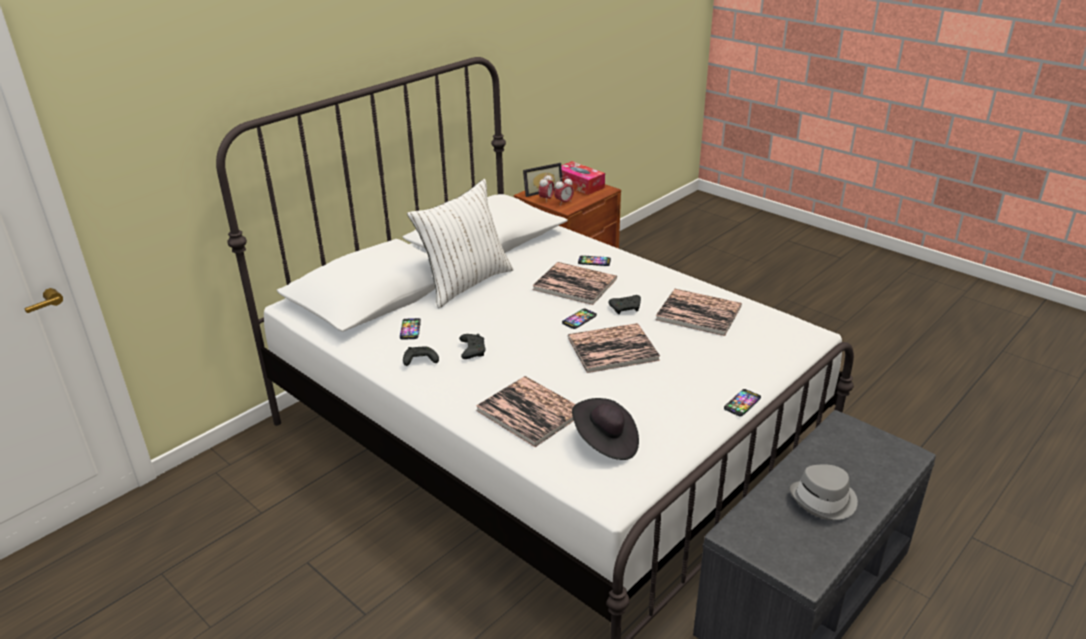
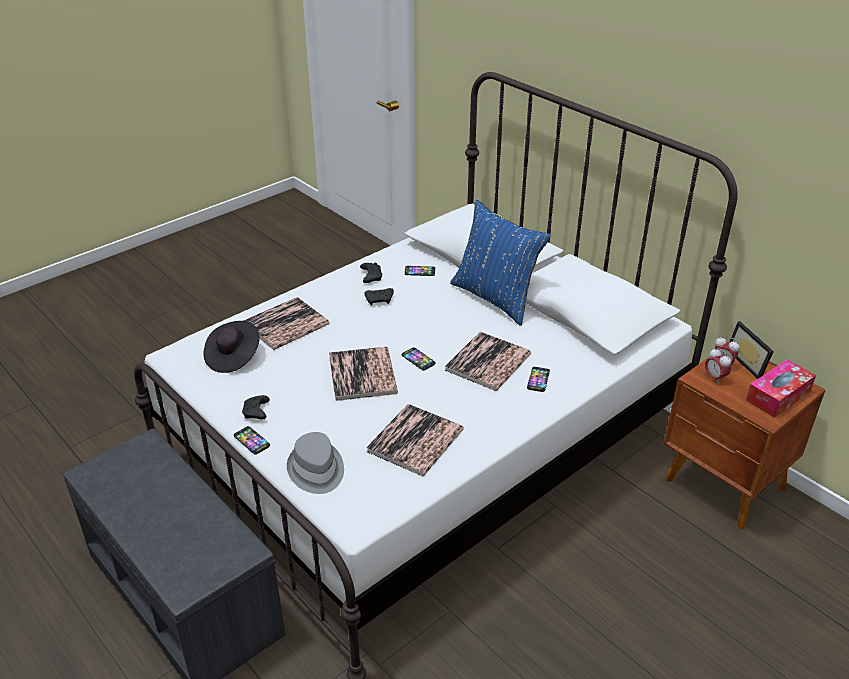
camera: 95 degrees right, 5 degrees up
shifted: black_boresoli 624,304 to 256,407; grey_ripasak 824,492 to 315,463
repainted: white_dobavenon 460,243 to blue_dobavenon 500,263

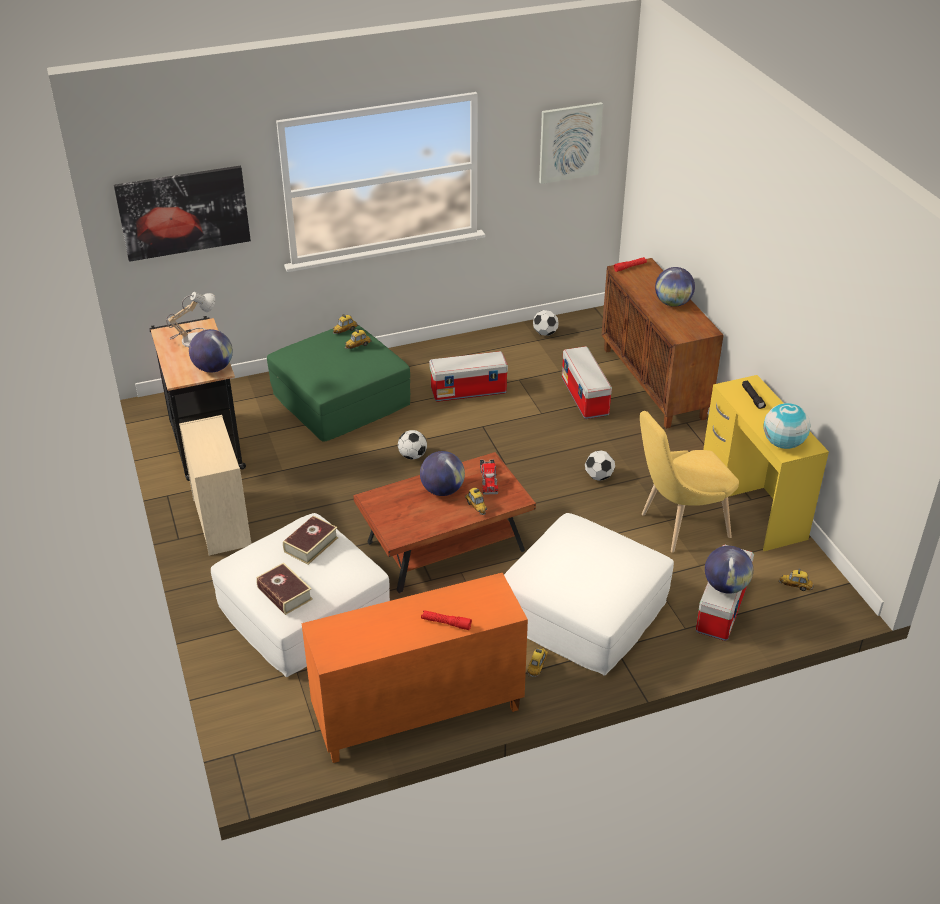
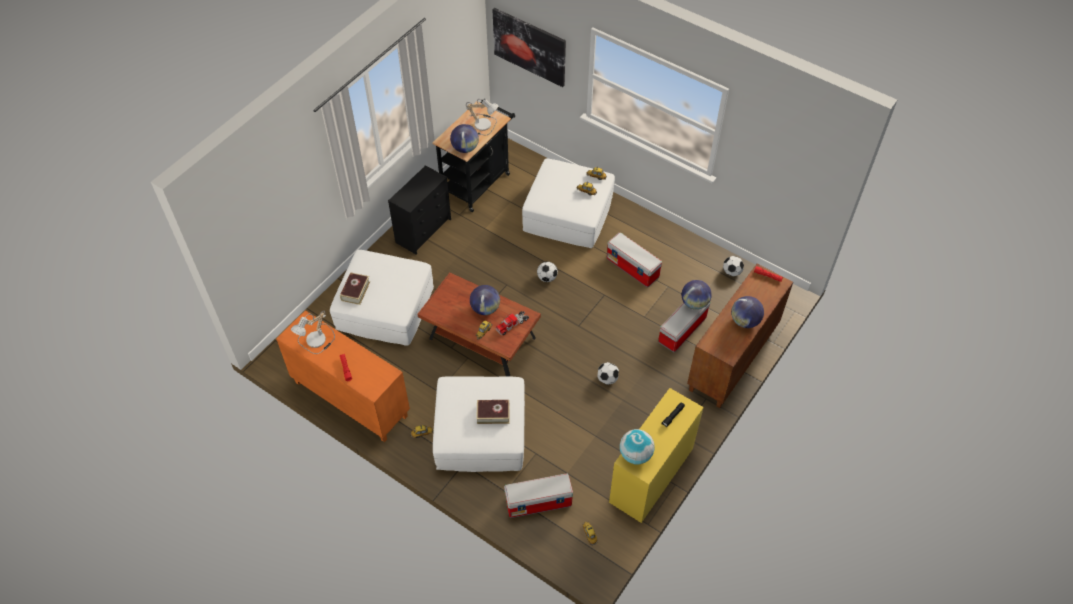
camera: 55 degrees right, 15 degrees up
gone: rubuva 571,143; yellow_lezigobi 689,482
new: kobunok 313,332
shifted: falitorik 310,540 to 492,412; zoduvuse 729,570 to 697,295
repainted: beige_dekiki 215,485 to black_dekiki 419,210; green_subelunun 338,383 to white_subelunun 568,203

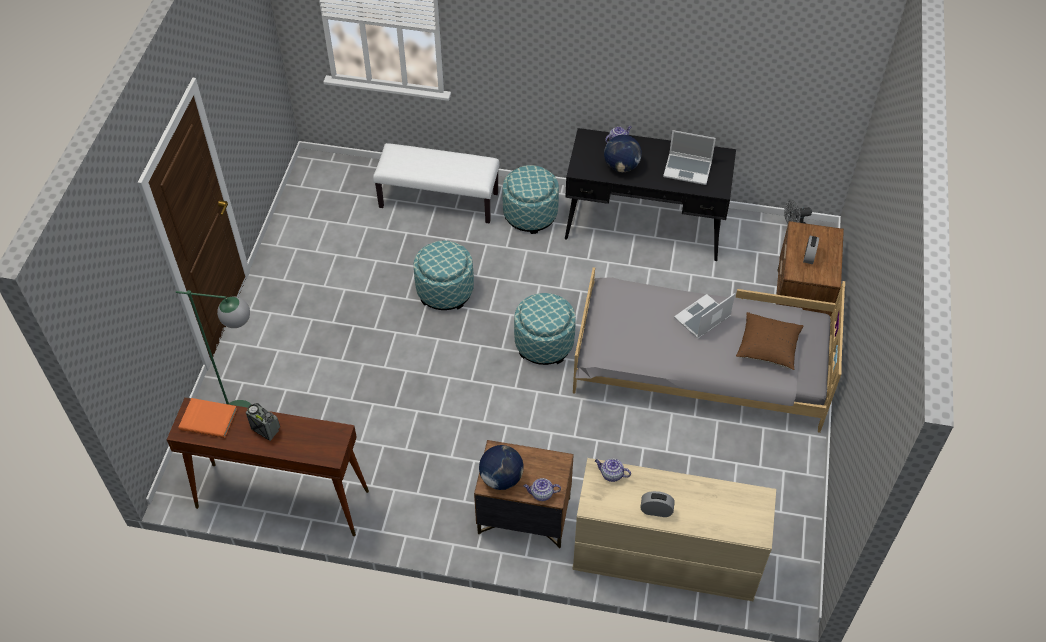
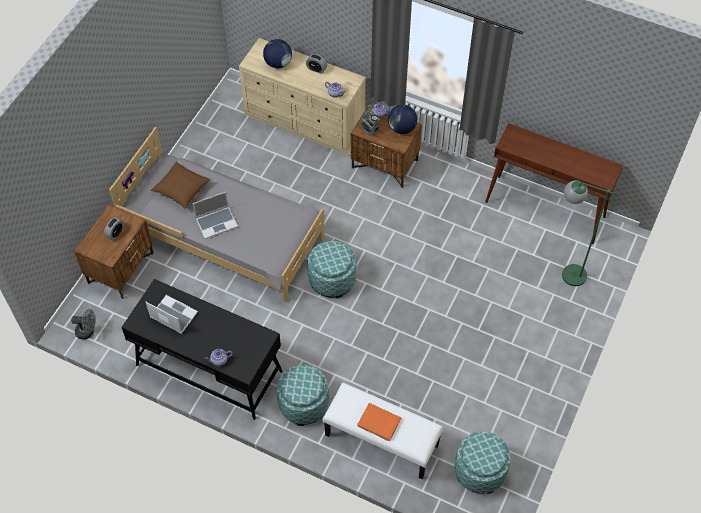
camera: 165 degrees left, 5 degrees up
shifted: orange_falitorik 207,418 to 379,422; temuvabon 263,422 to 370,122; subelunun 444,275 to 483,463; zoduvuse 623,153 to 277,53

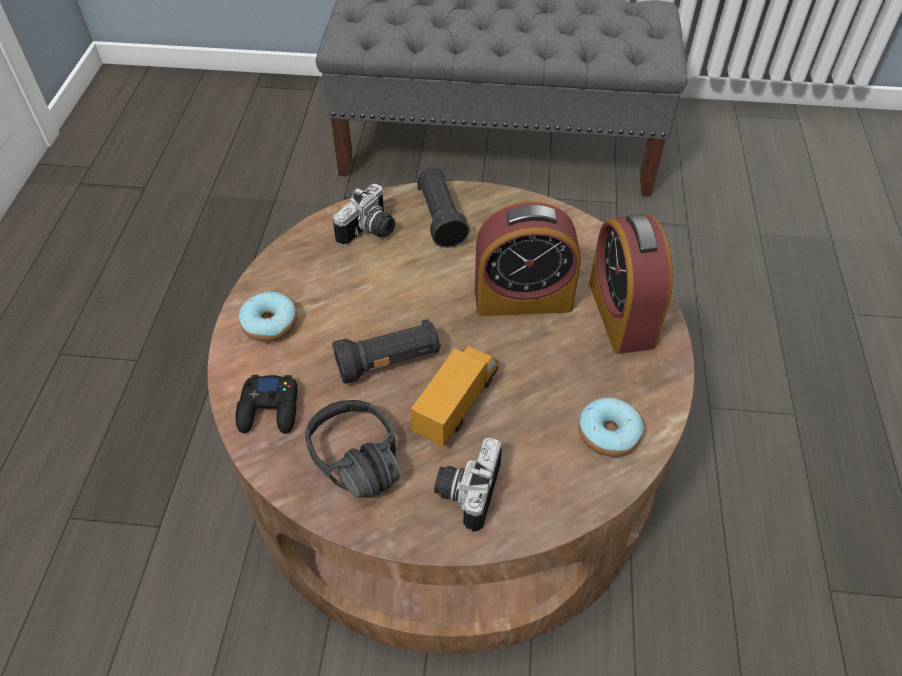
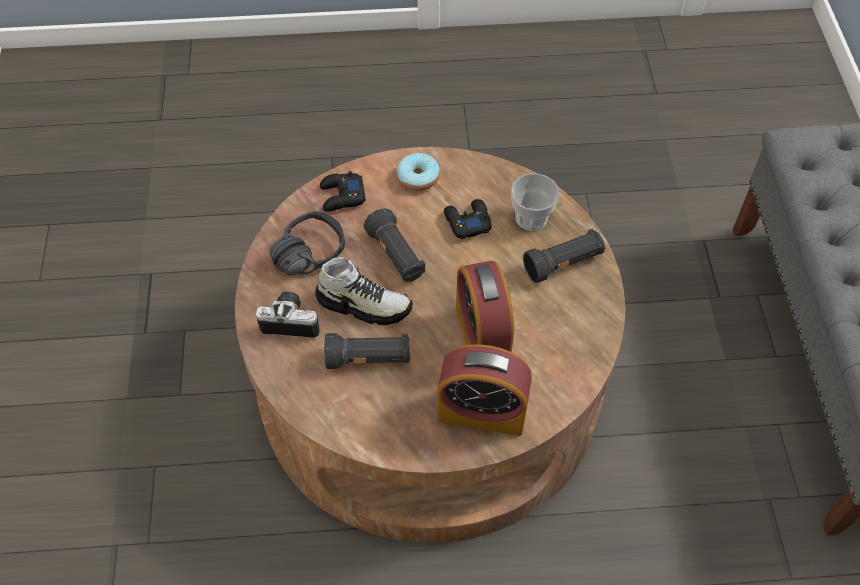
camera: 80 degrees right, 5 degrees up
gone: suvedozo 611,427
new: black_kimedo 367,351; black_boresoli 468,219
swapped: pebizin 364,215 to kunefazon 535,202; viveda 454,396 to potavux 364,291
rotated: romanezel 631,284 = 484,390 150 degrees counterclockwise

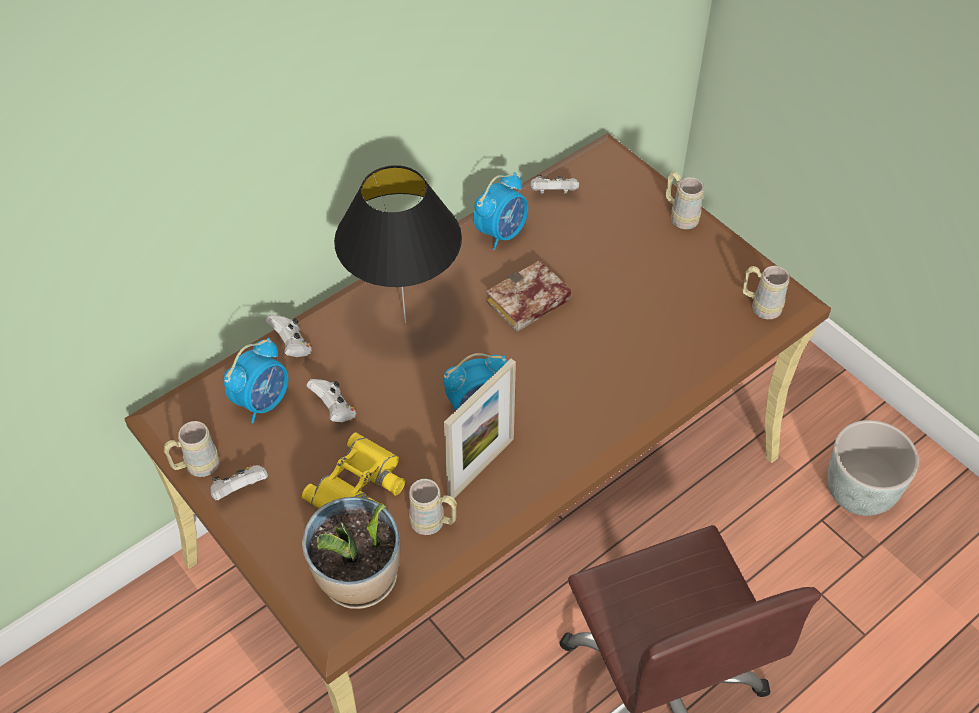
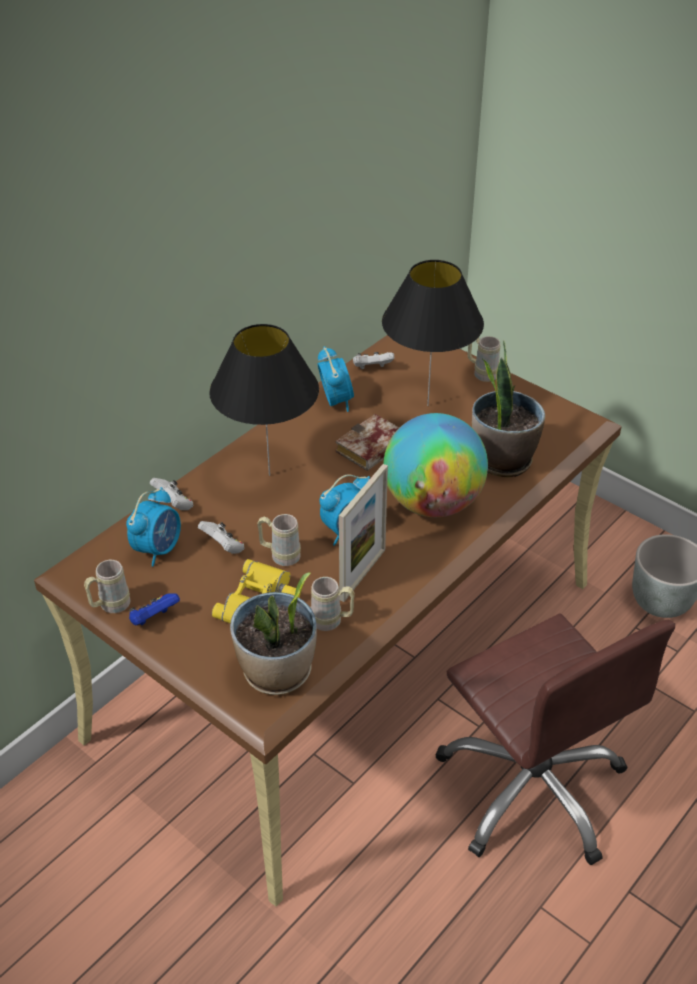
camera: 10 degrees left, 10 degrees down
new: black_kobunok 433,333; zoduvuse 435,465; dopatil 508,408
shifted: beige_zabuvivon 766,292 to 279,540
repainted: white_boresoli 239,483 to blue_boresoli 154,609
rotated: romanezel 501,211 = 335,379 45 degrees counterclockwise

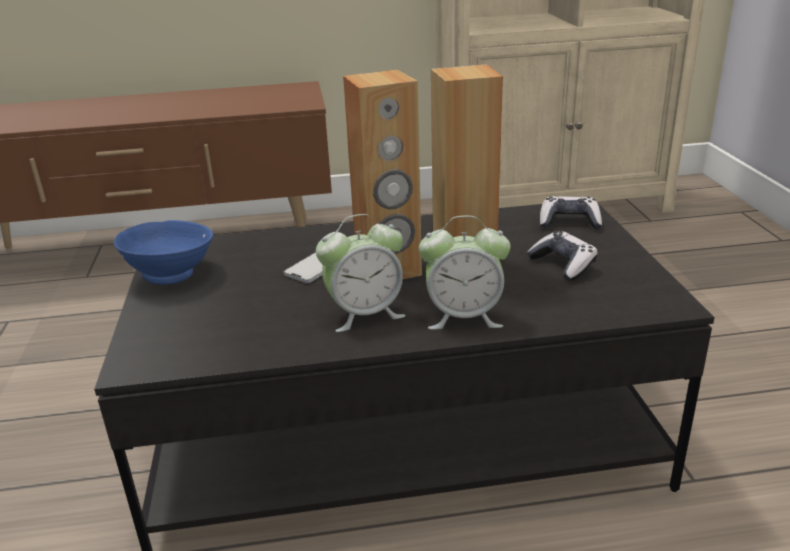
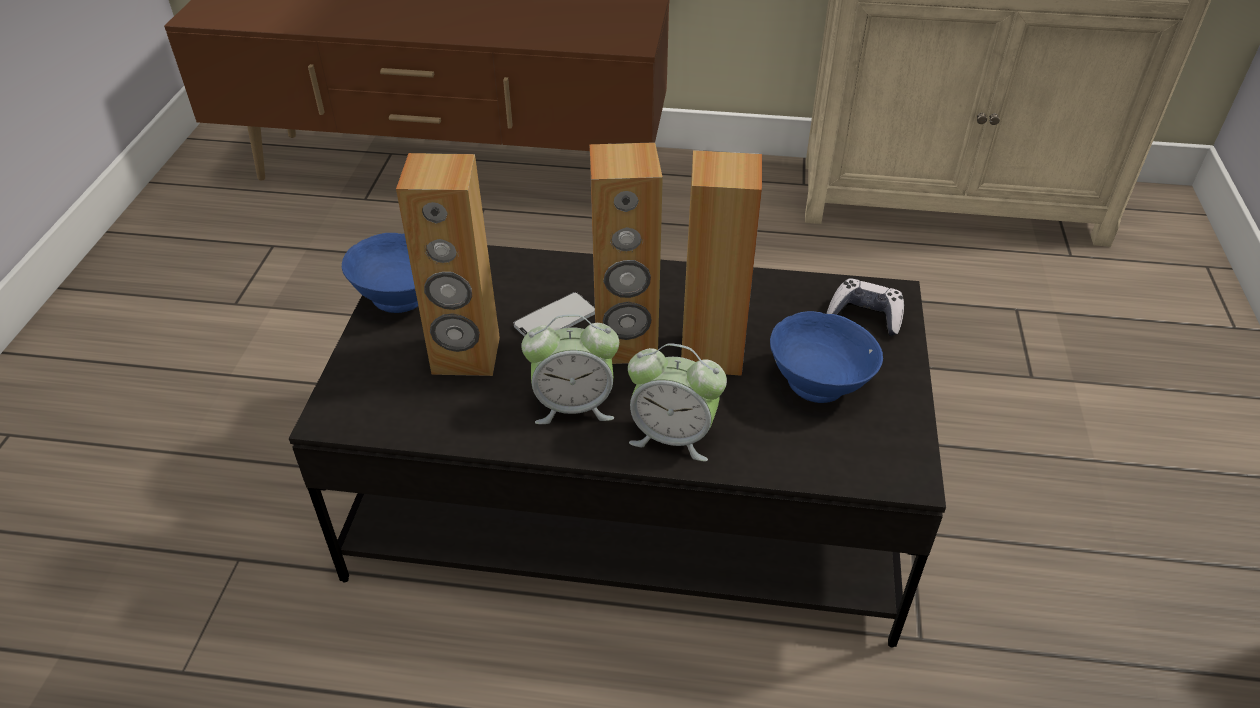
camera: 15 degrees right, 15 degrees up
new: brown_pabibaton 448,264
swapped: boresoli 562,255 to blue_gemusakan 826,357

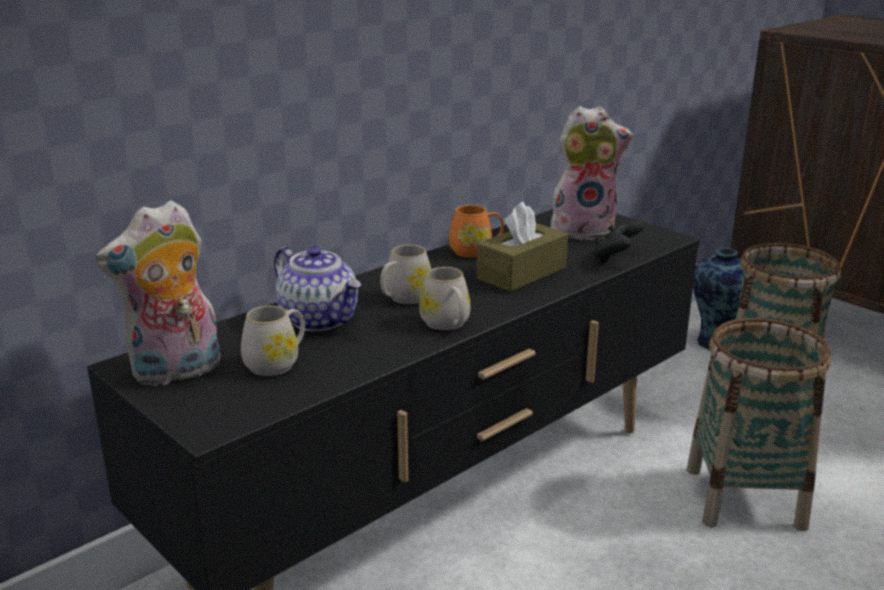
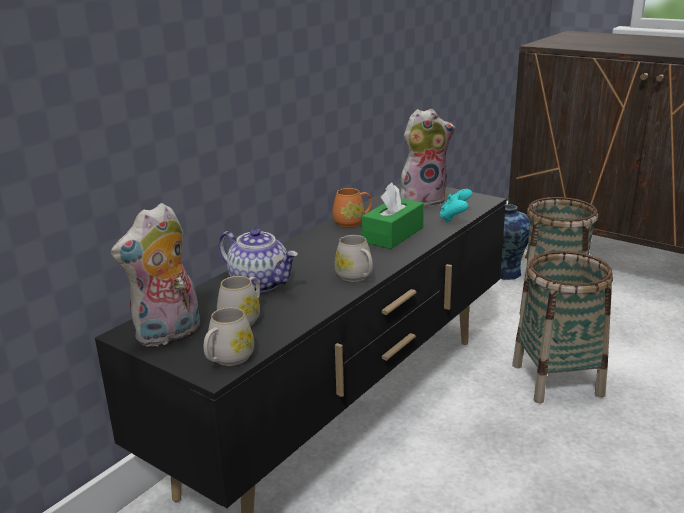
camera: 10 degrees left, 0 degrees up
shifted: white_zabuvivon 405,274 to 229,336
repainted: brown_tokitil 522,247 to green_tokitil 393,215; black_boresoli 618,241 to turquoise_boresoli 456,206

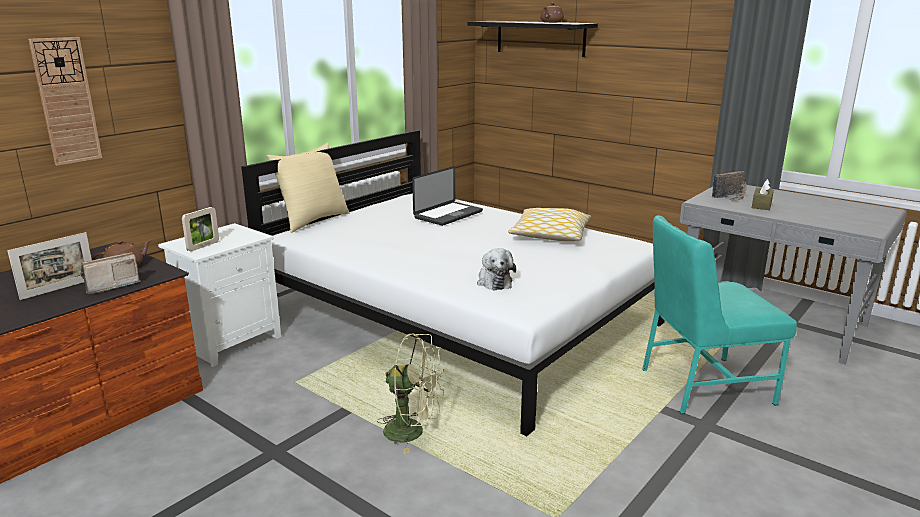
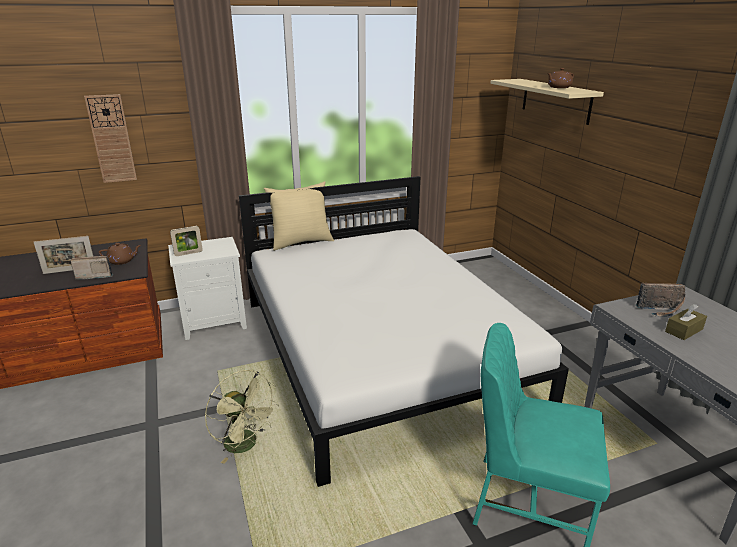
camera: 30 degrees right, 5 degrees up
gone: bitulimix 447,196; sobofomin 496,269; dobavenon 549,224
repainted: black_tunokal 532,39 to beige_tunokal 547,102

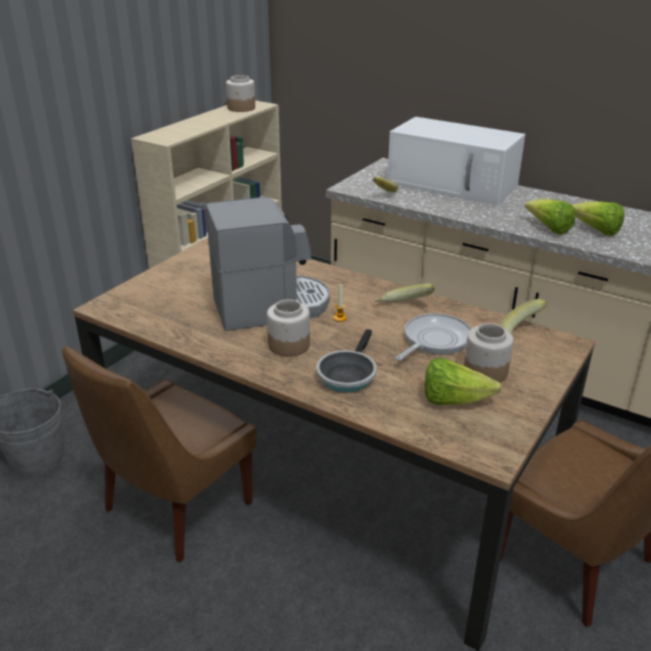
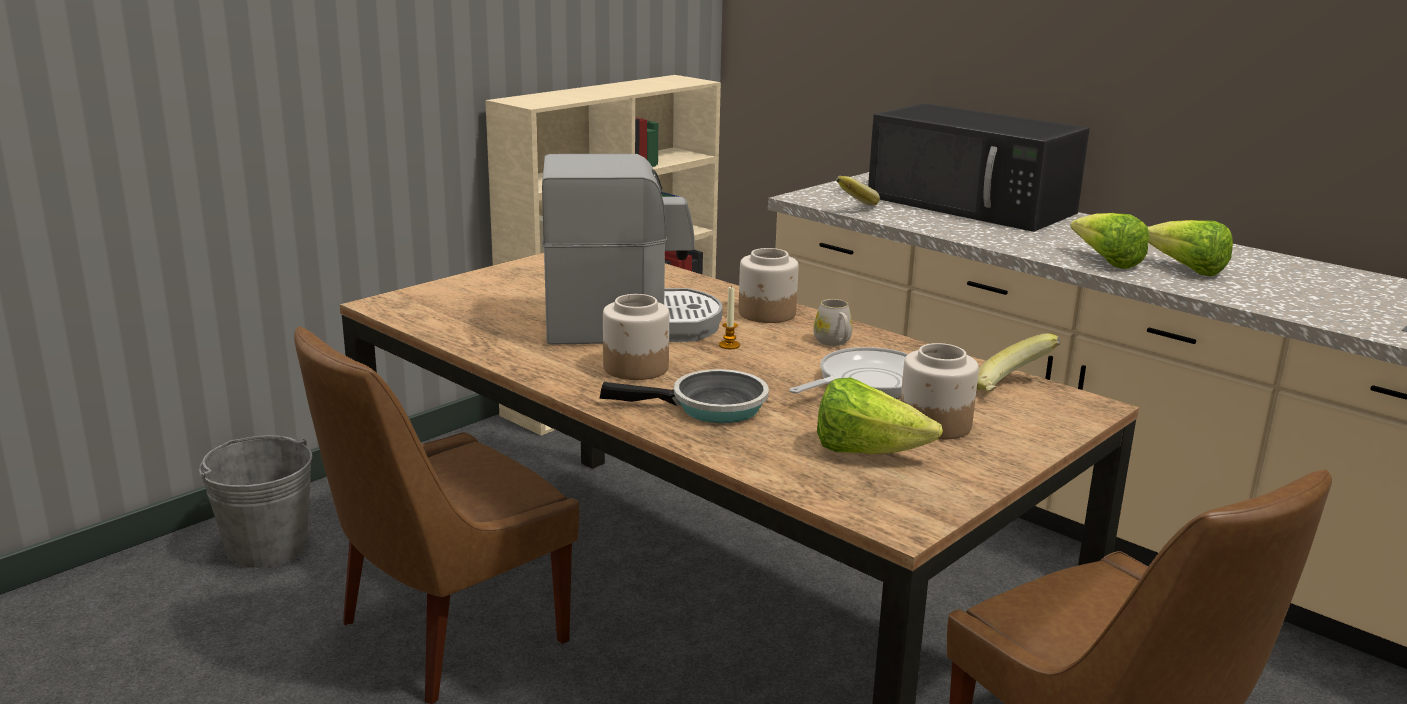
camera: 10 degrees right, 10 degrees down
shifted: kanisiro 240,93 to 769,285
swapped: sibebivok 404,292 to white_zabuvivon 832,322
repainted: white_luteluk 456,161 to black_luteluk 979,167
rotated: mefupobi 346,360 = 684,396 120 degrees counterclockwise

